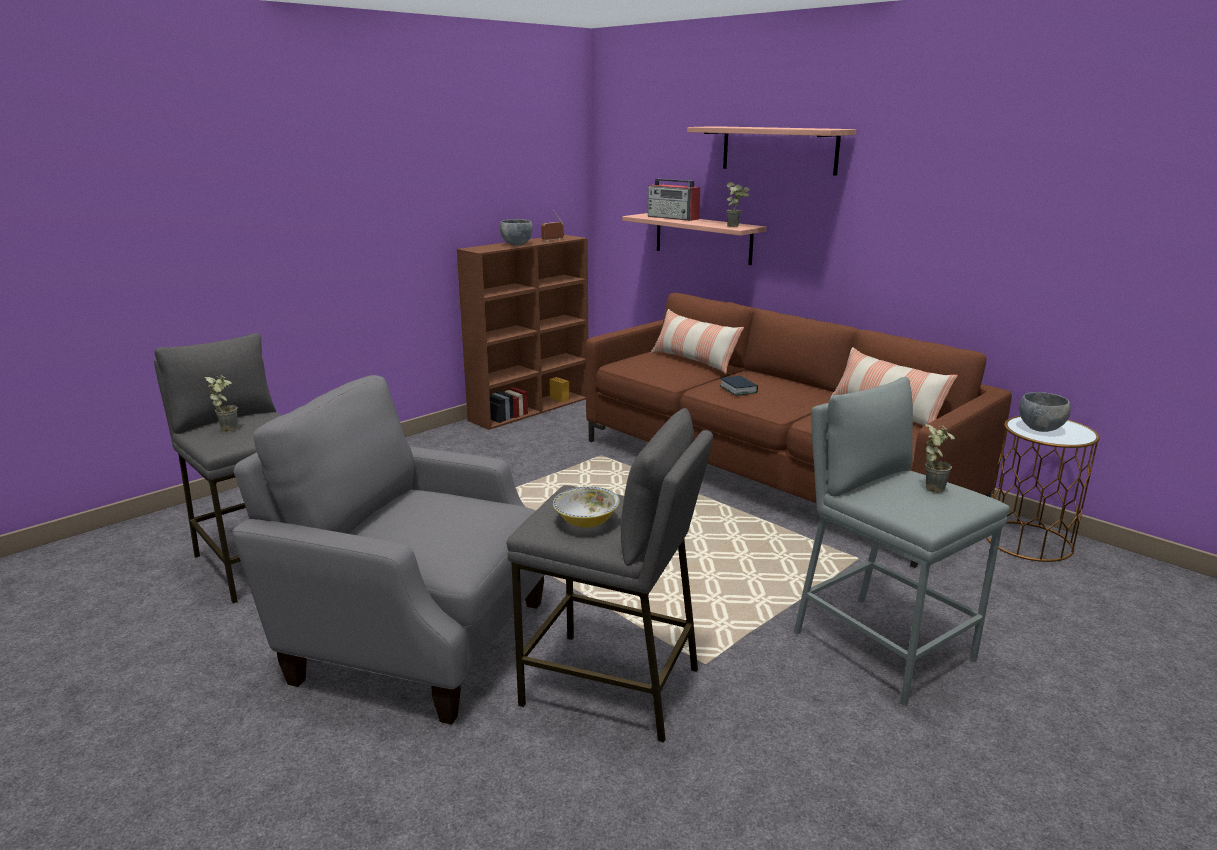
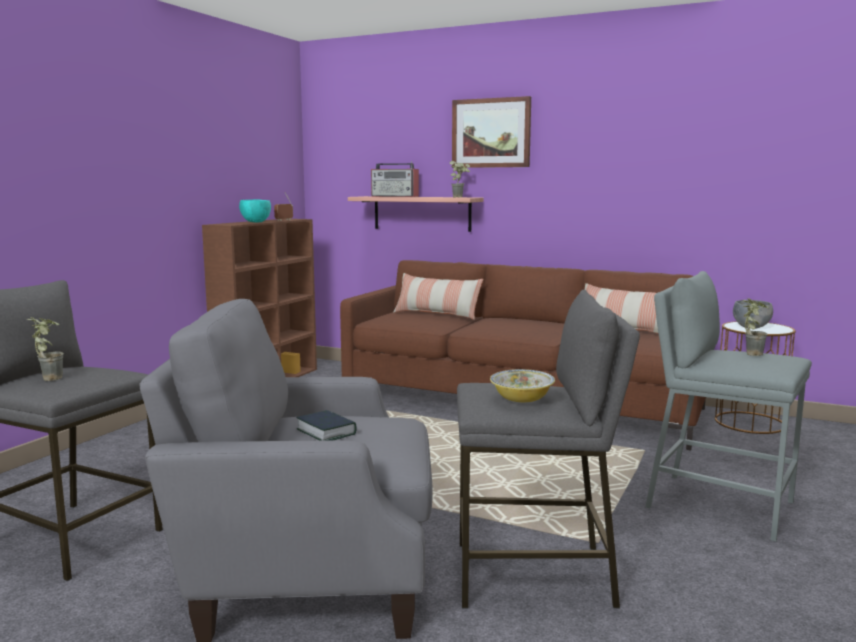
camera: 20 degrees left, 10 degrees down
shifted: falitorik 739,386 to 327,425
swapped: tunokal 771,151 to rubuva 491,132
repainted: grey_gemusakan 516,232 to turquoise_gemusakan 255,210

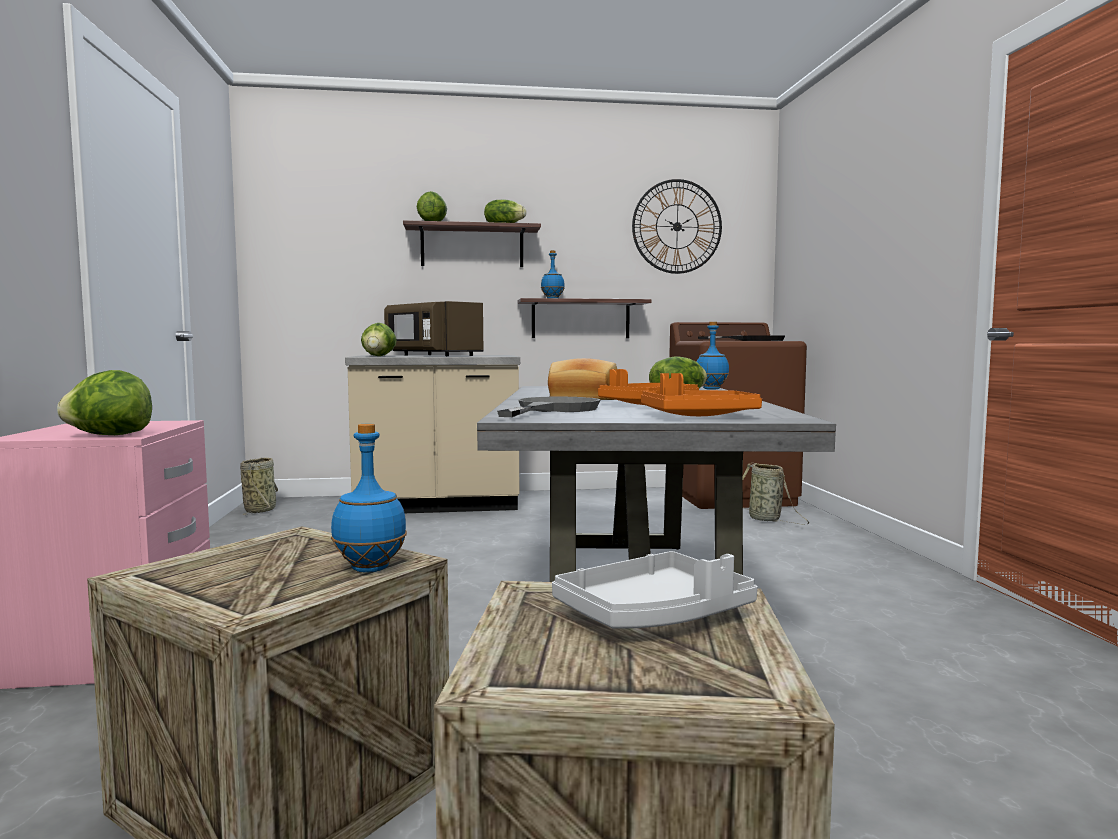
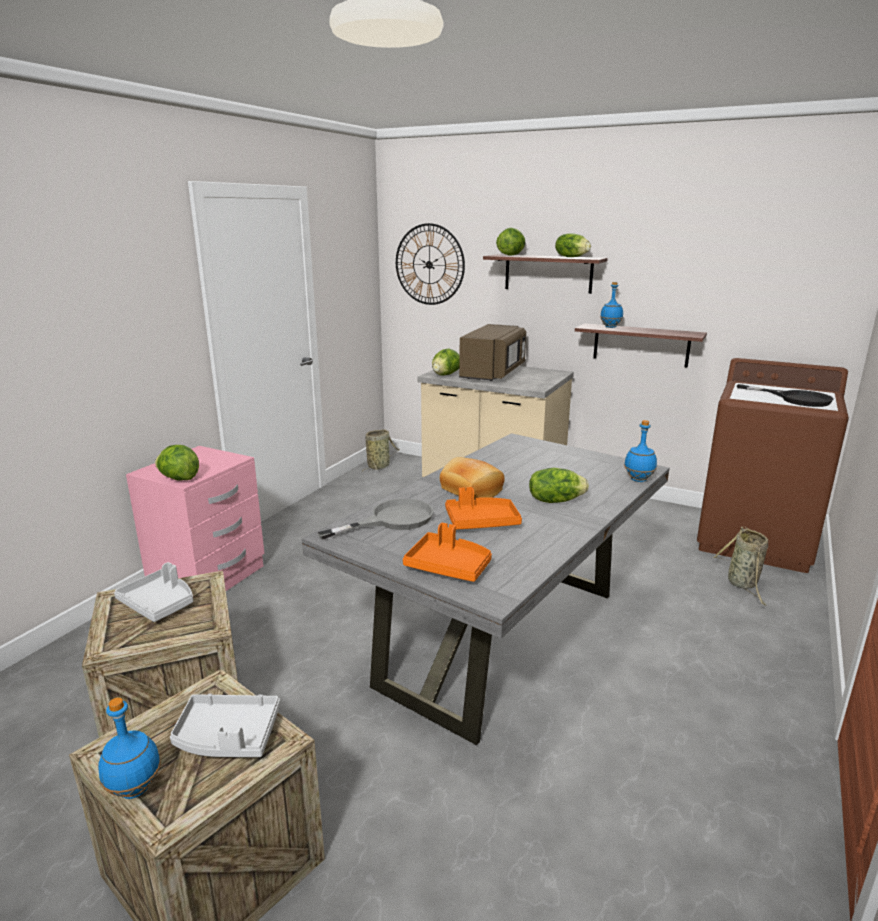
camera: 35 degrees right, 15 degrees up
new: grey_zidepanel 153,592
shifted: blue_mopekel 369,498 to 129,748; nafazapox 677,226 to 430,264
rotated: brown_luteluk 434,328 = 492,352 150 degrees counterclockwise

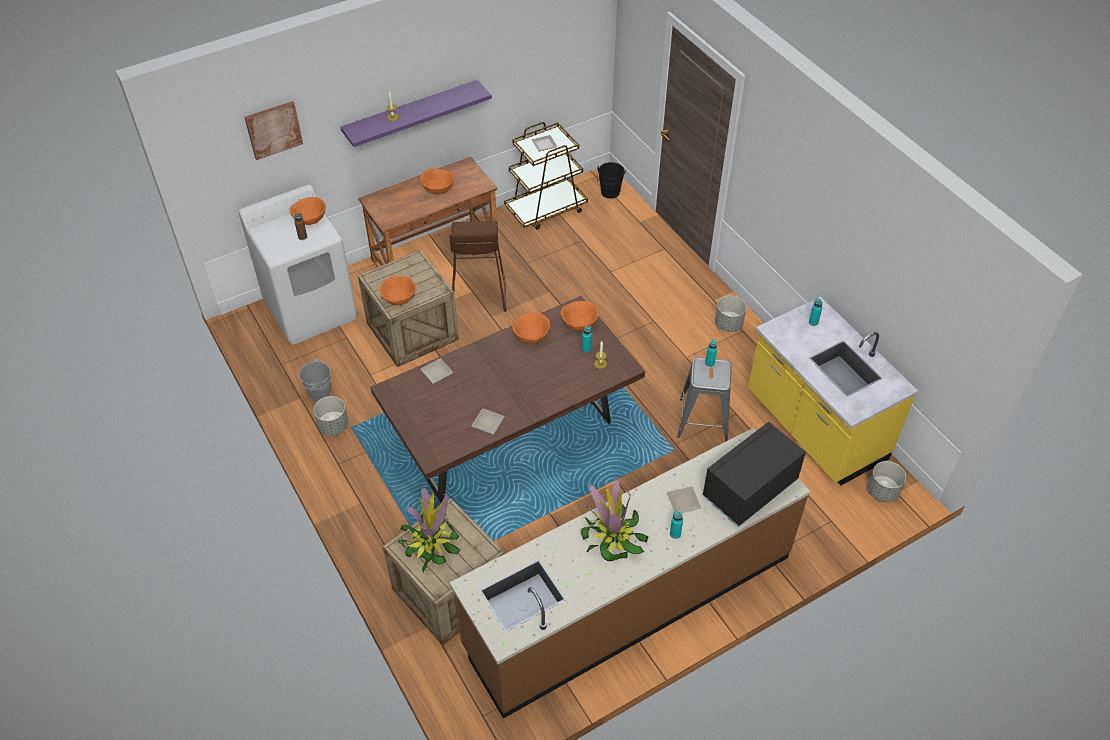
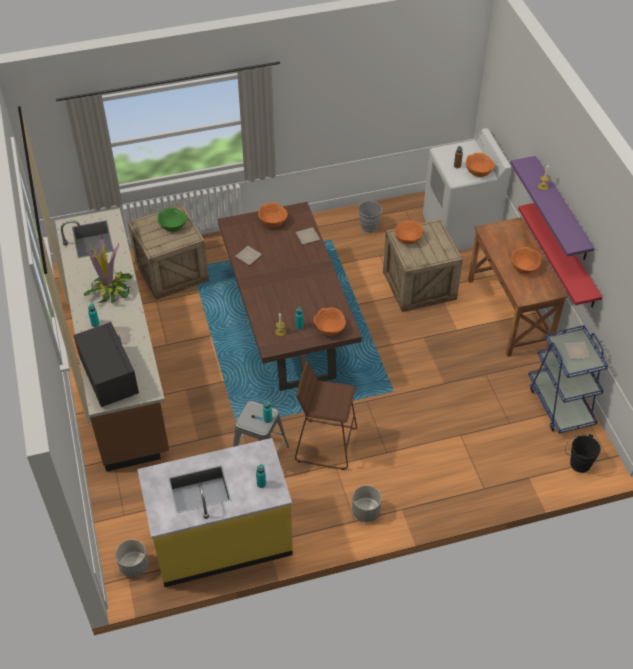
camera: 105 degrees right, 0 degrees up
gone: rubuva 273,130; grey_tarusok 331,416
new: red_tunokal 560,255
shifted: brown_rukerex 478,266 to 326,415; orange_gemusakan 531,327 to 273,215
swapped: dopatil 429,529 to green_gemusakan 172,219
repainted: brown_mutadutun 546,176 to blue_mutadutun 568,379

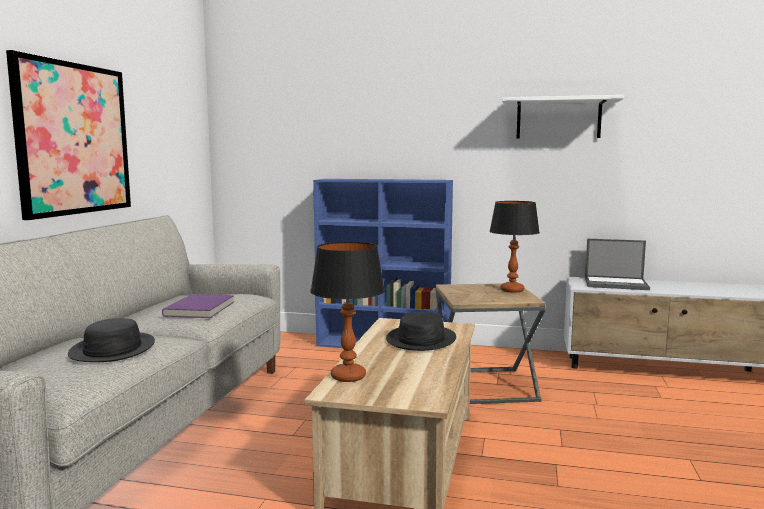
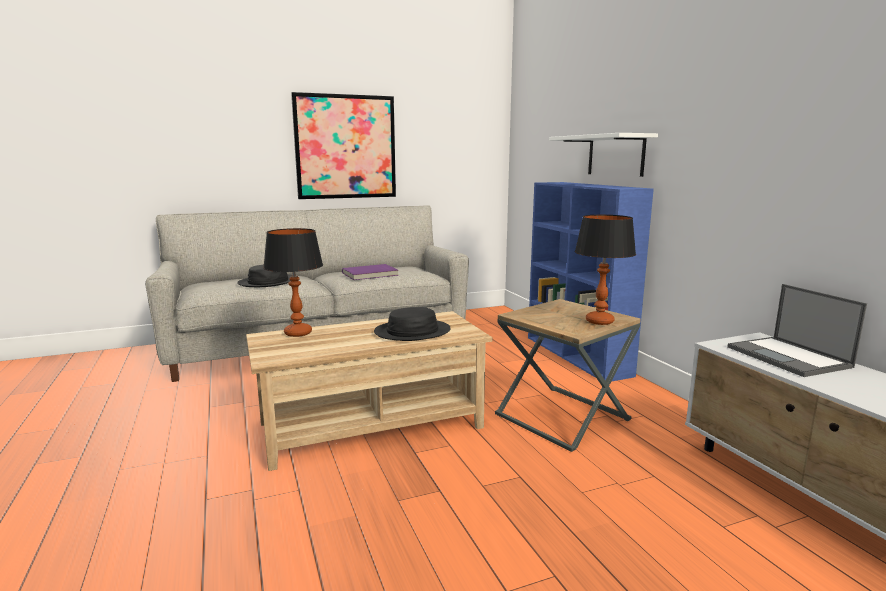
camera: 55 degrees right, 5 degrees up
shifted: white_tunokal 563,117 to 603,155

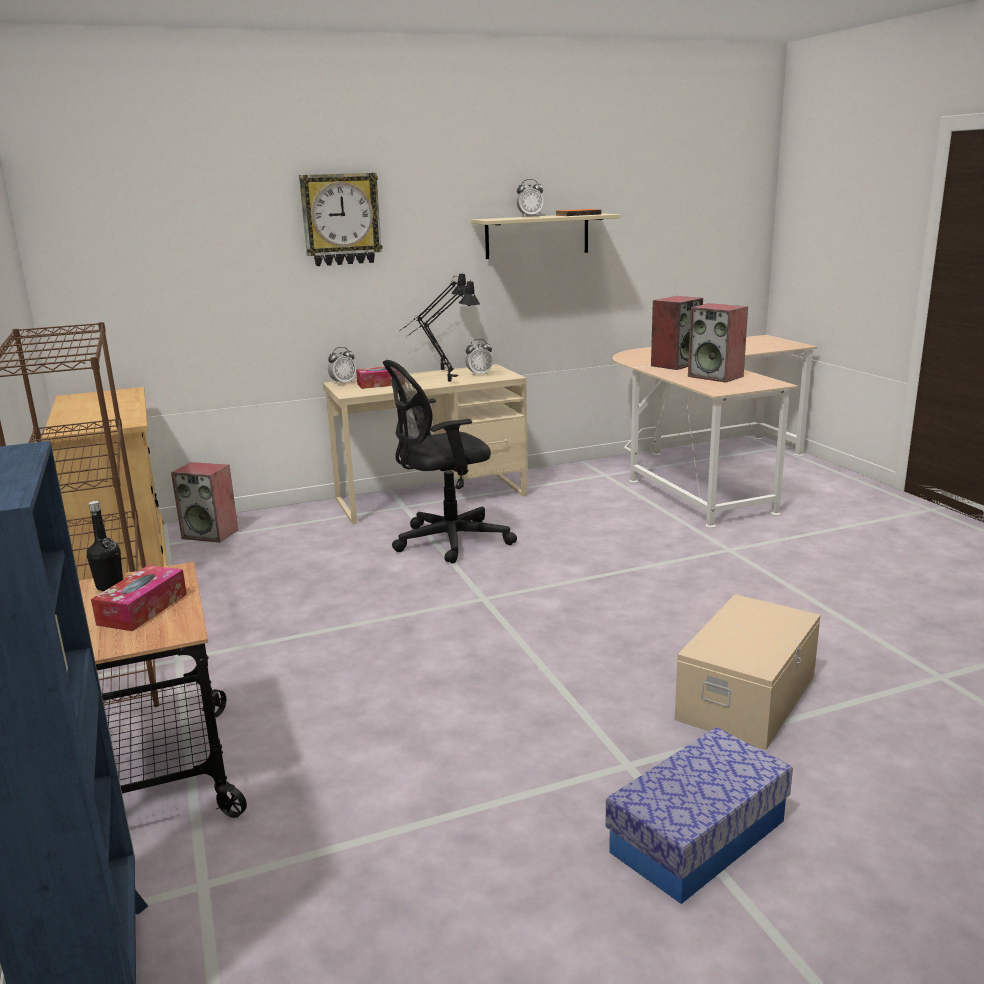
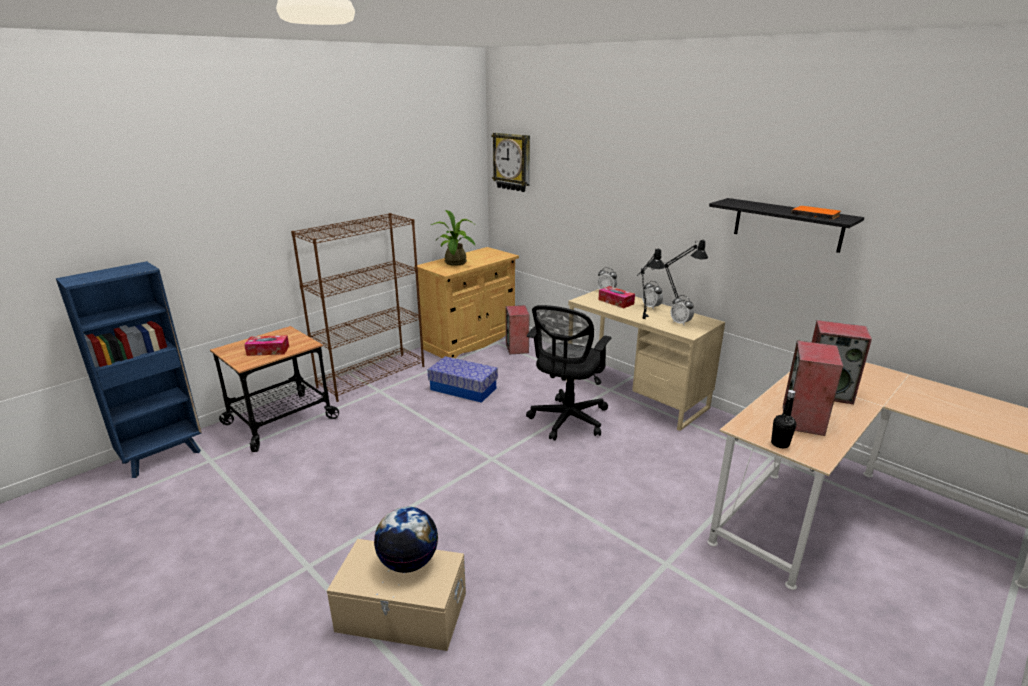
camera: 65 degrees right, 5 degrees up
new: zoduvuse 406,540; dopatil 453,238
shifted: black_mopekel 105,546 to 784,419; nafazapox 341,219 to 511,162; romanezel 530,198 to 652,295; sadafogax 699,815 to 463,379
repainted: beige_tunokal 545,236 to black_tunokal 786,225
rotated: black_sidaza 450,462 = 568,373 105 degrees counterclockwise

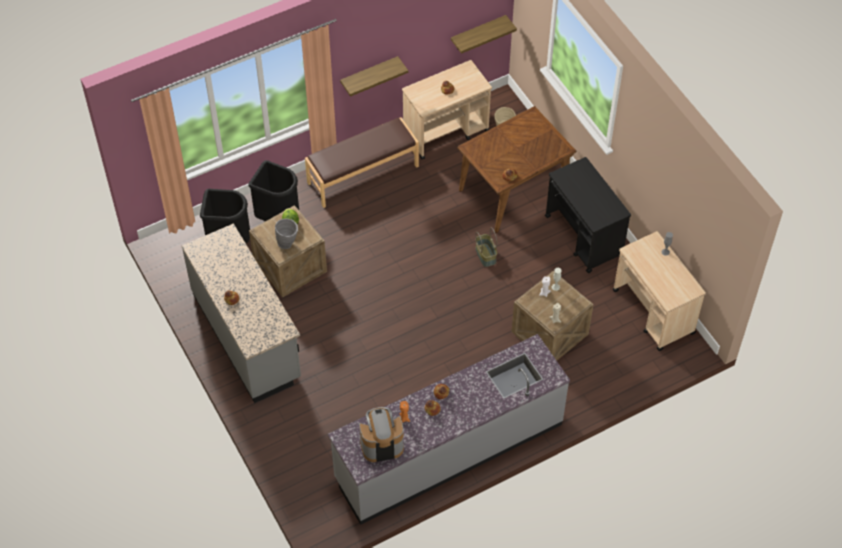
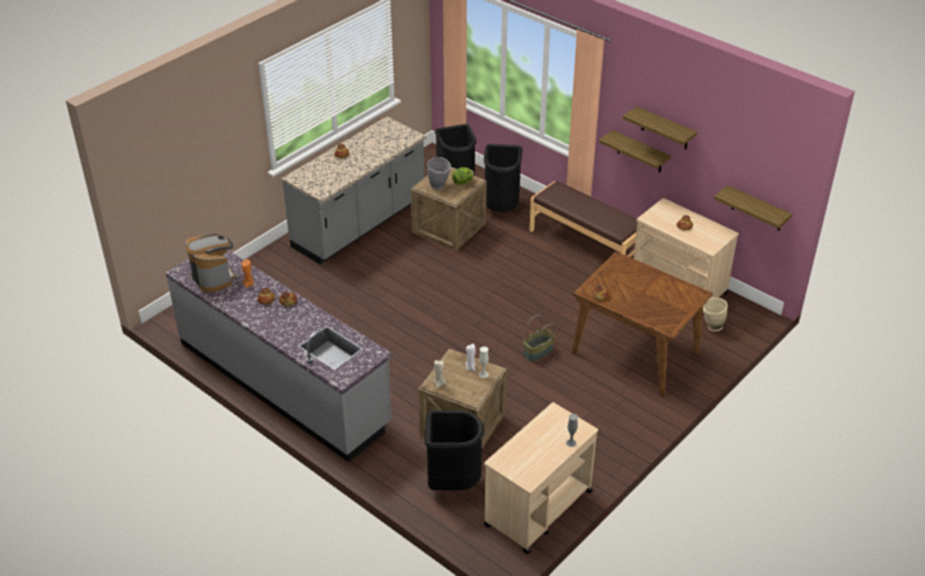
camera: 70 degrees right, 15 degrees down
gone: black_mutadutun 588,215
new: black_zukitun 454,450; tunokal 660,128

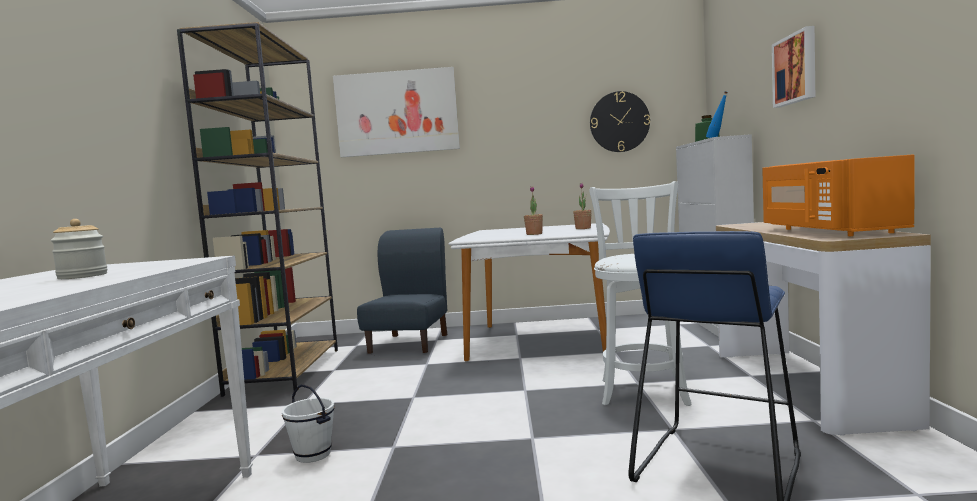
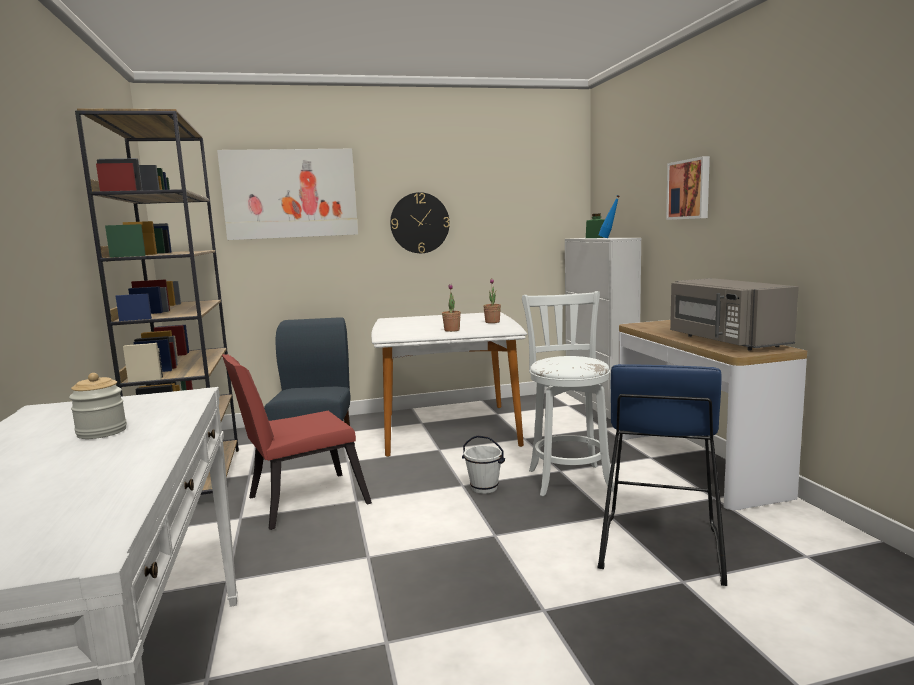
camera: 15 degrees left, 5 degrees up
new: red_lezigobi 297,442
shifted: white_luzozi 308,423 to 483,465; nafazapox 620,121 to 420,222
repainted: orange_luteluk 838,195 to grey_luteluk 734,314

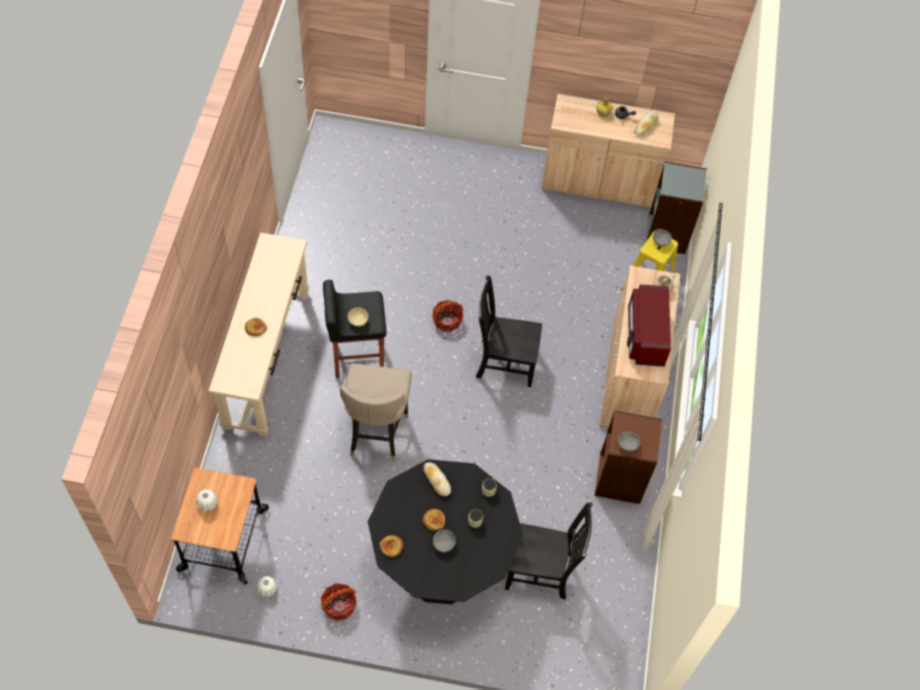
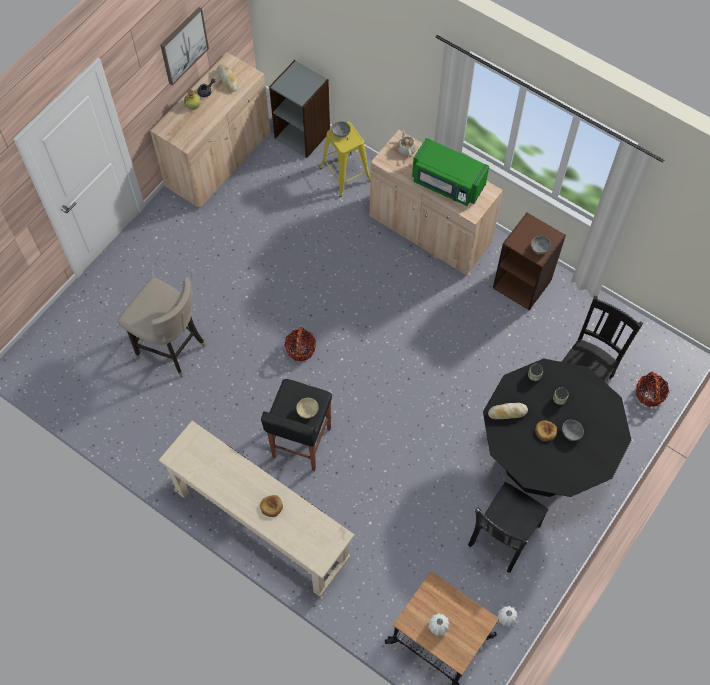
camera: 60 degrees left, 5 degrees up
gone: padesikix 391,546
new: rubuva 184,46
shifted: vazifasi 339,602 to 653,389; beige_rukerex 376,413 to 161,327; black_lezigobi 509,331 to 508,527
repainted: red_luteluk 649,325 to green_luteluk 450,172

